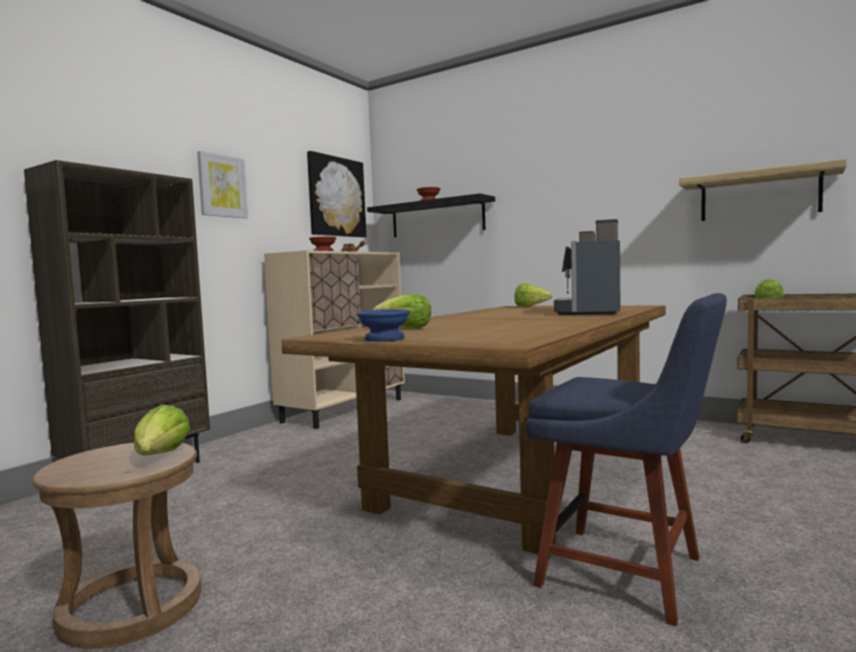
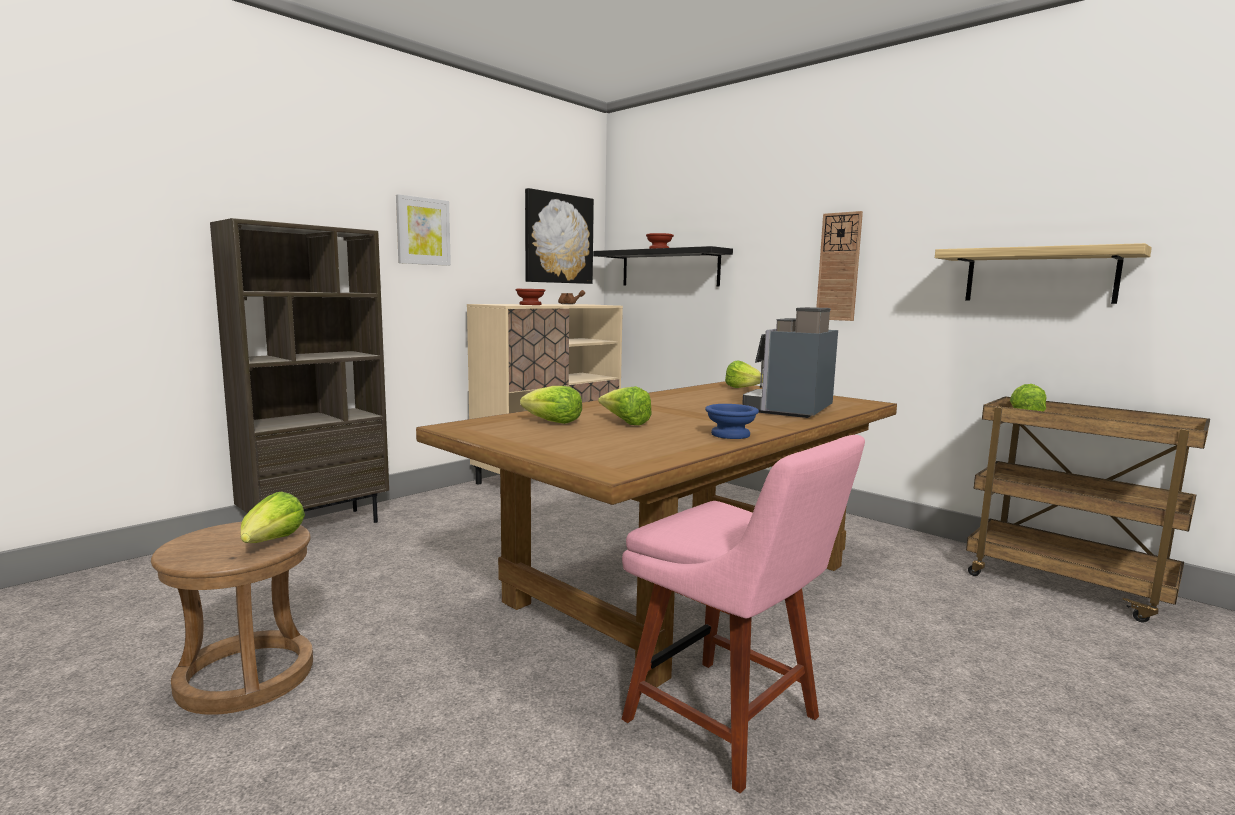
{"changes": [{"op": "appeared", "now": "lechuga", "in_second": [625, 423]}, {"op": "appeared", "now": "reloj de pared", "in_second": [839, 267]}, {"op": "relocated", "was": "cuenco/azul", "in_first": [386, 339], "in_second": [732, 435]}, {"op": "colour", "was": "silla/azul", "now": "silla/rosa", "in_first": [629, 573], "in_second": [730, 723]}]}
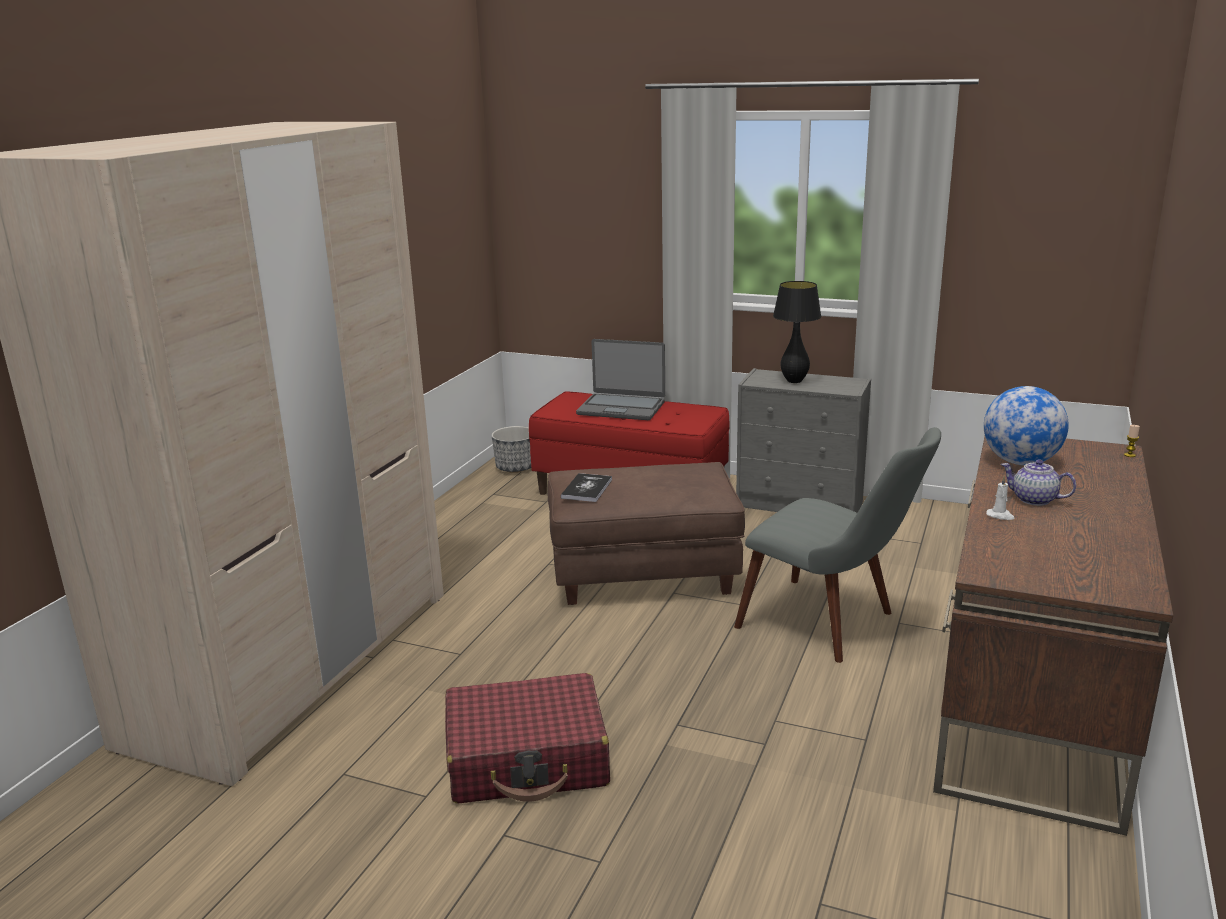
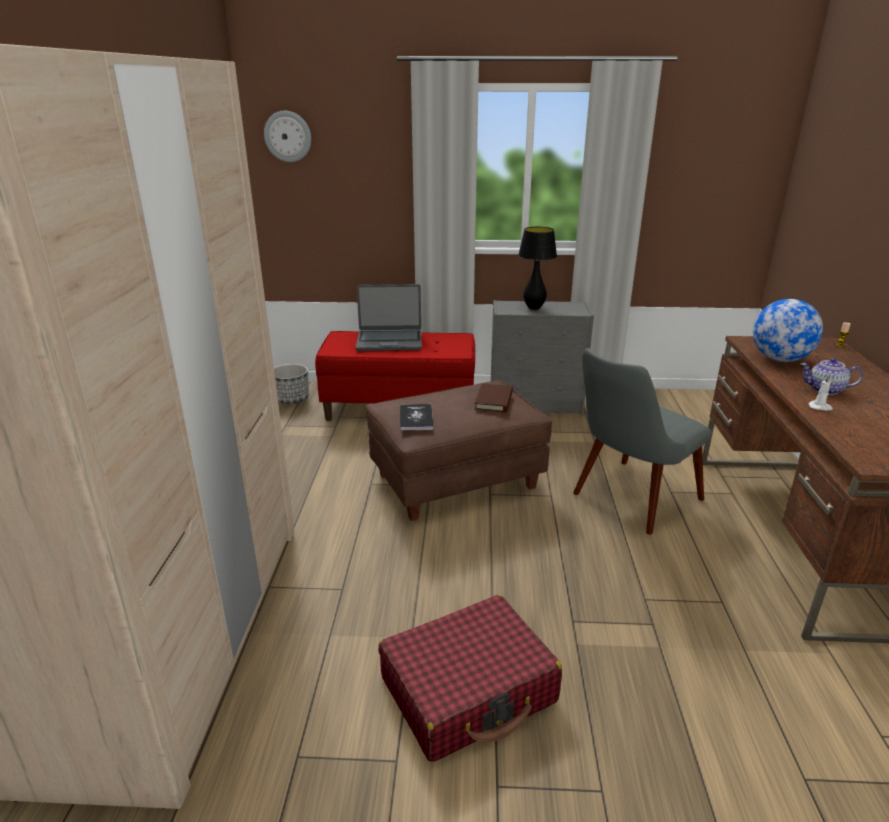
{"changes": [{"op": "appeared", "now": "reloj de pared", "in_second": [288, 136]}, {"op": "appeared", "now": "libro/marrón", "in_second": [494, 401]}, {"op": "spun", "was": "silla/gris", "in_first": [833, 625], "in_second": [627, 502], "clockwise": 120}]}
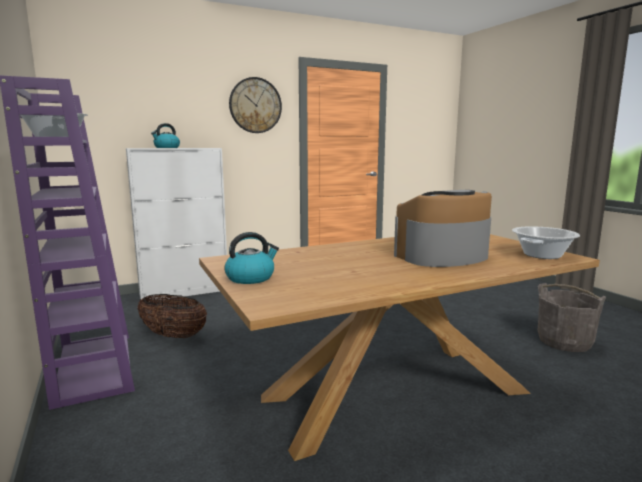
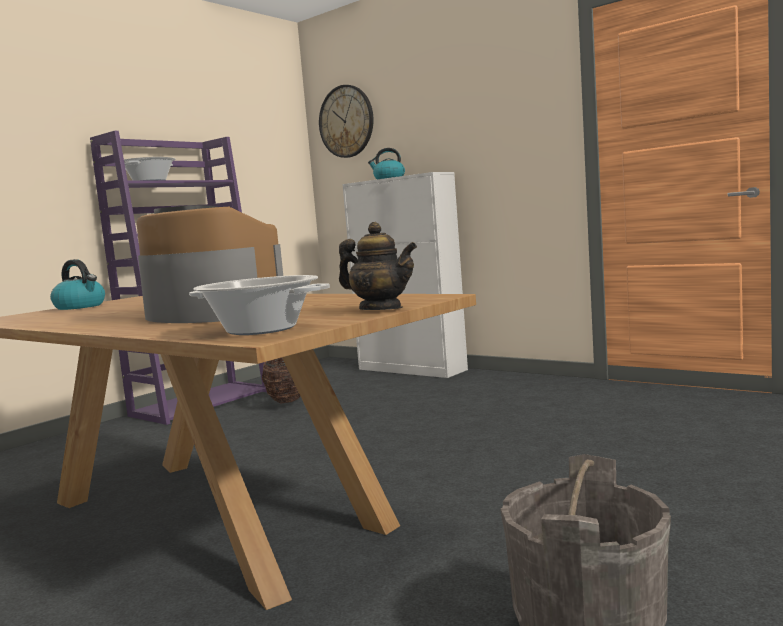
{"changes": [{"op": "appeared", "now": "tetera", "in_second": [381, 309]}, {"op": "relocated", "was": "reloj de pared", "in_first": [255, 105], "in_second": [346, 121]}]}
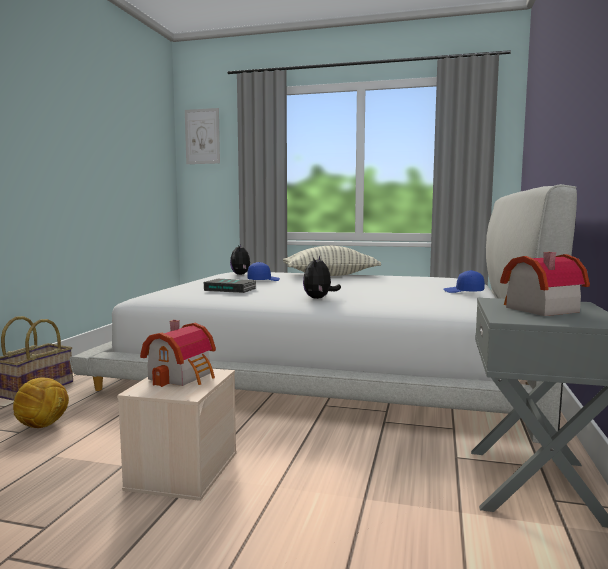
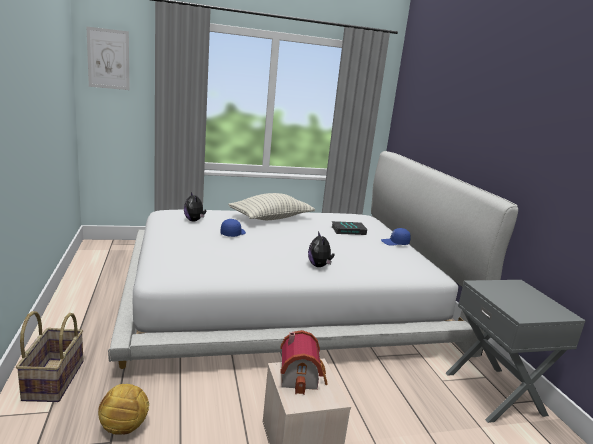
{"changes": [{"op": "missing", "was": "casita", "in_first": [537, 309]}, {"op": "relocated", "was": "libro", "in_first": [231, 289], "in_second": [348, 230]}]}
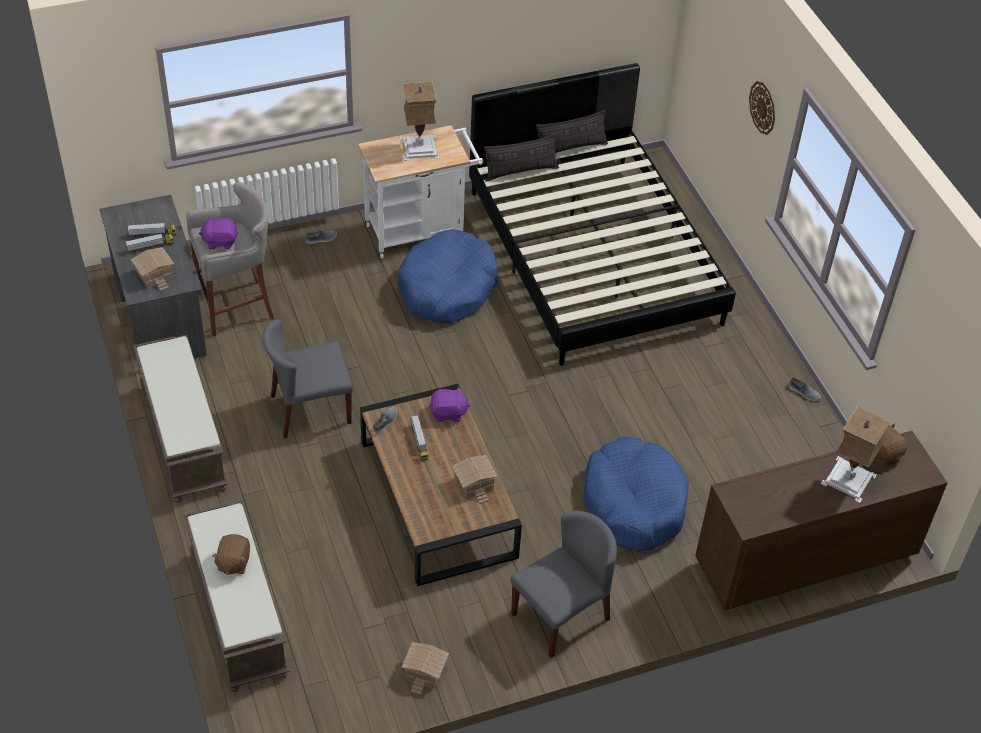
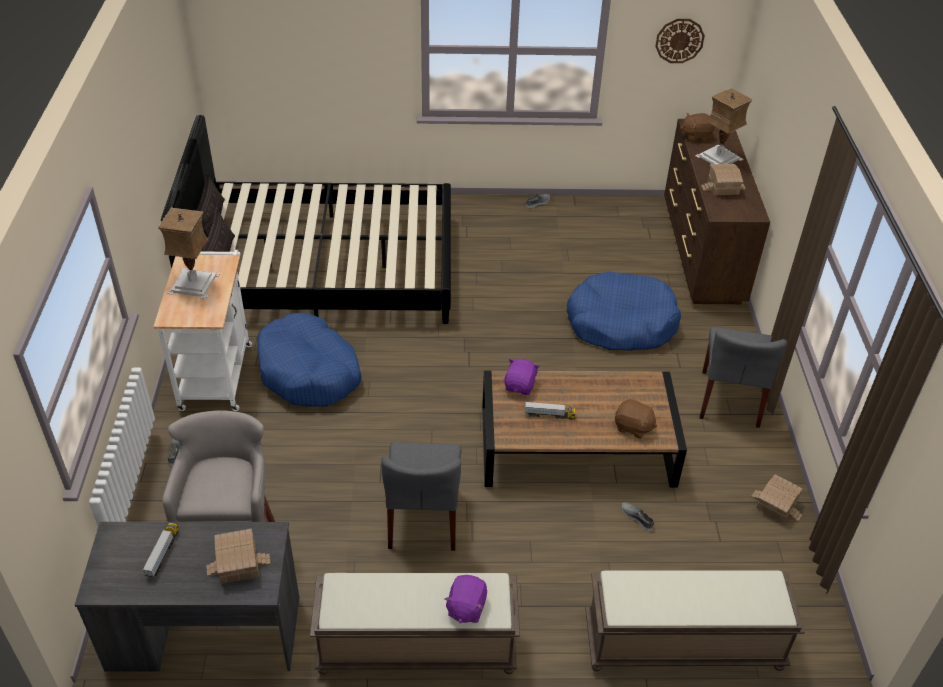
{"changes": [{"op": "missing", "was": "camión de juguete", "in_first": [150, 247]}, {"op": "relocated", "was": "peluche/morado", "in_first": [220, 241], "in_second": [466, 608]}, {"op": "relocated", "was": "peluche/marrón", "in_first": [233, 562], "in_second": [633, 427]}, {"op": "relocated", "was": "zapato/gris", "in_first": [385, 422], "in_second": [637, 517]}, {"op": "relocated", "was": "casita", "in_first": [473, 484], "in_second": [723, 188]}, {"op": "relocated", "was": "reloj de pared", "in_first": [763, 107], "in_second": [679, 40]}, {"op": "spun", "was": "silla/gris", "in_first": [561, 616], "in_second": [730, 399], "clockwise": -150}]}
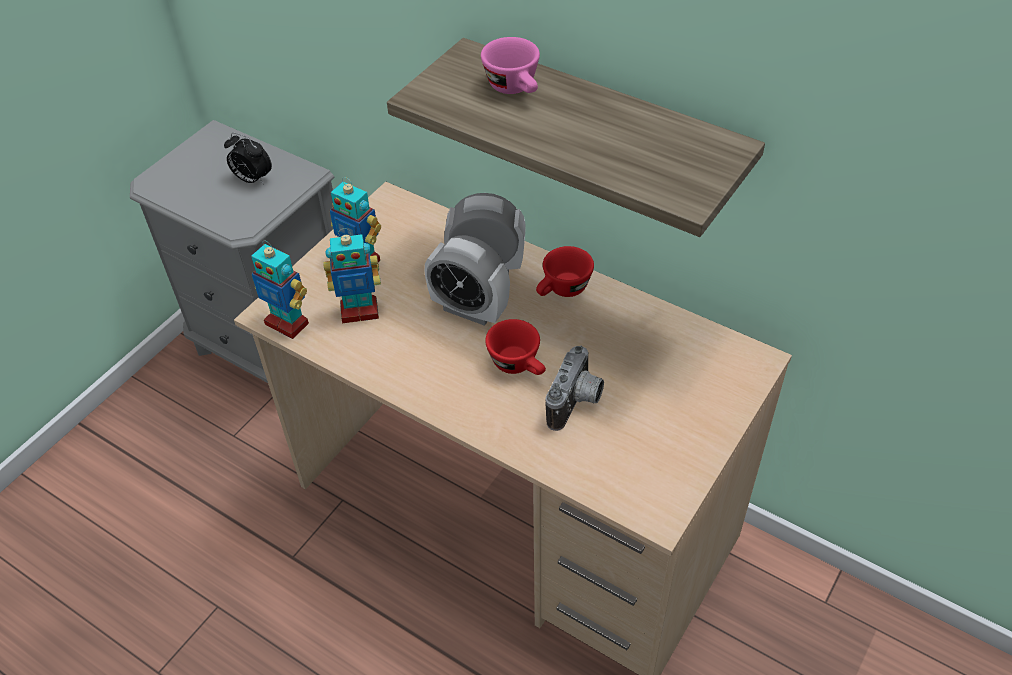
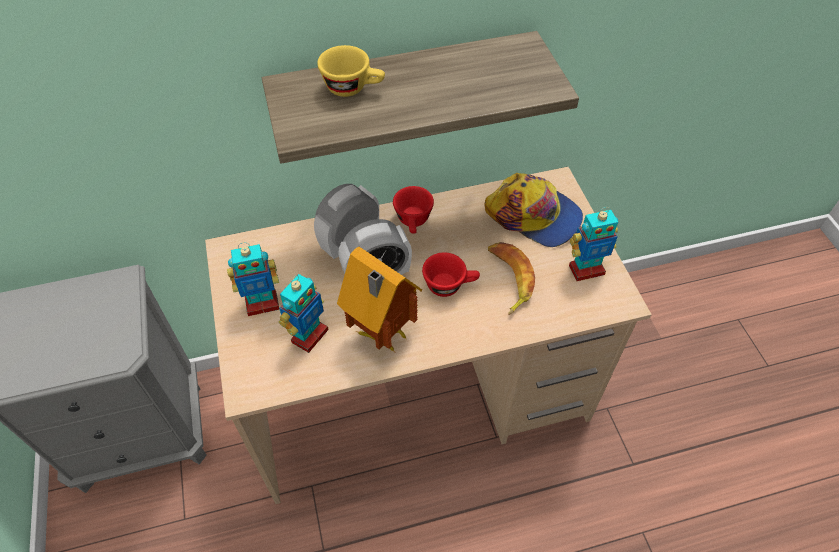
{"changes": [{"op": "missing", "was": "despertador", "in_first": [252, 179]}, {"op": "appeared", "now": "casita", "in_second": [381, 336]}, {"op": "appeared", "now": "gorra", "in_second": [534, 215]}, {"op": "relocated", "was": "robot de juguete", "in_first": [287, 323], "in_second": [586, 269]}, {"op": "exchanged", "was": "cámara", "now": "plátano", "in_first": [577, 403], "in_second": [508, 279]}, {"op": "colour", "was": "taza/rosa", "now": "taza/amarillo", "in_first": [516, 89], "in_second": [353, 88]}]}
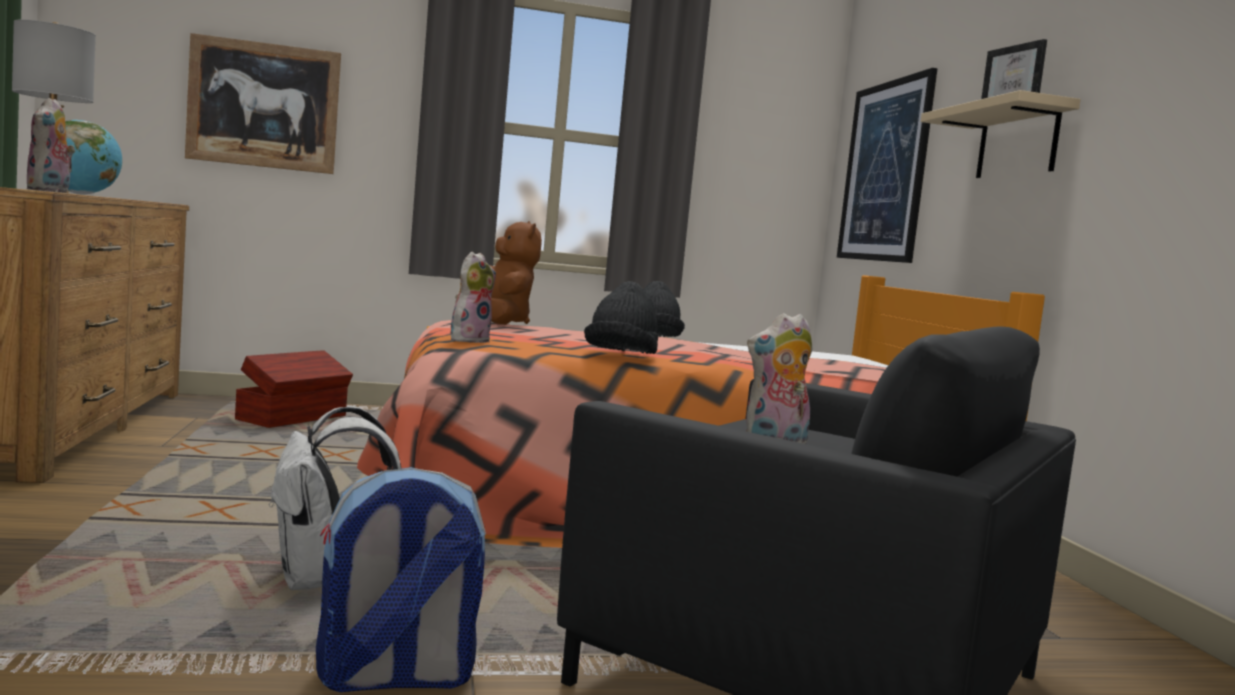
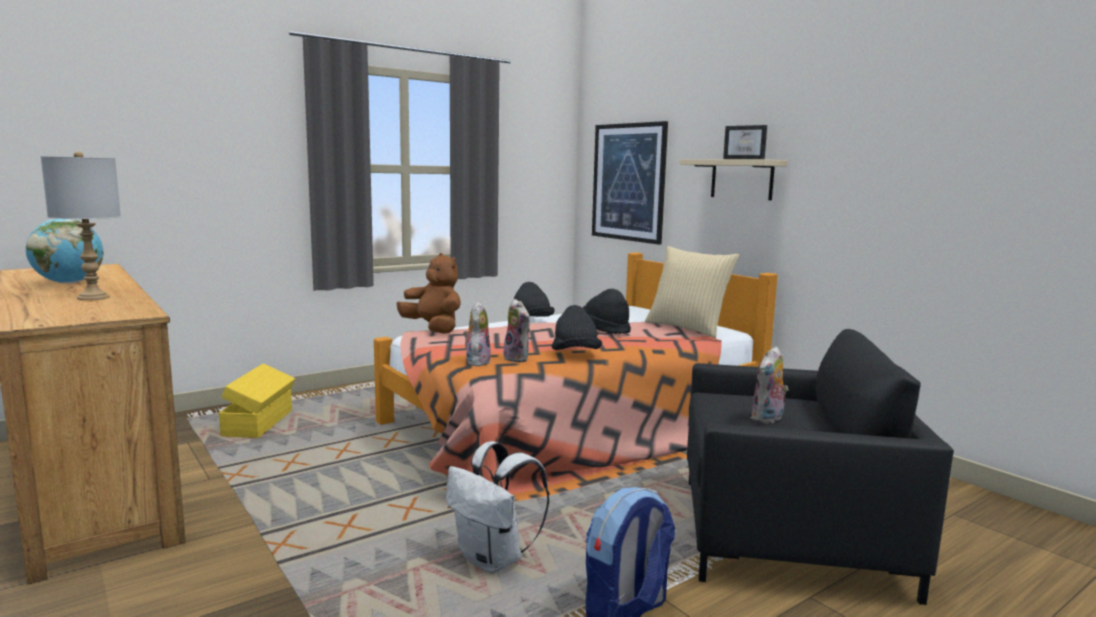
{"changes": [{"op": "missing", "was": "cuadro", "in_first": [264, 105]}, {"op": "appeared", "now": "sombrero/negro", "in_second": [605, 329]}, {"op": "appeared", "now": "cojín/beis", "in_second": [687, 328]}, {"op": "relocated", "was": "peluche", "in_first": [50, 191], "in_second": [518, 358]}, {"op": "colour", "was": "caja de almacenaje/marrón", "now": "caja de almacenaje/amarillo", "in_first": [294, 418], "in_second": [260, 423]}]}
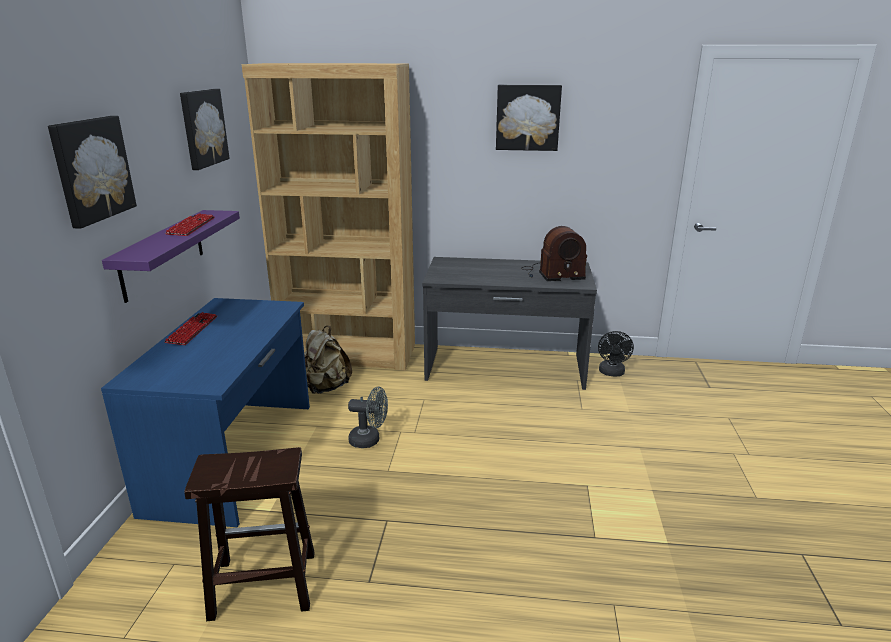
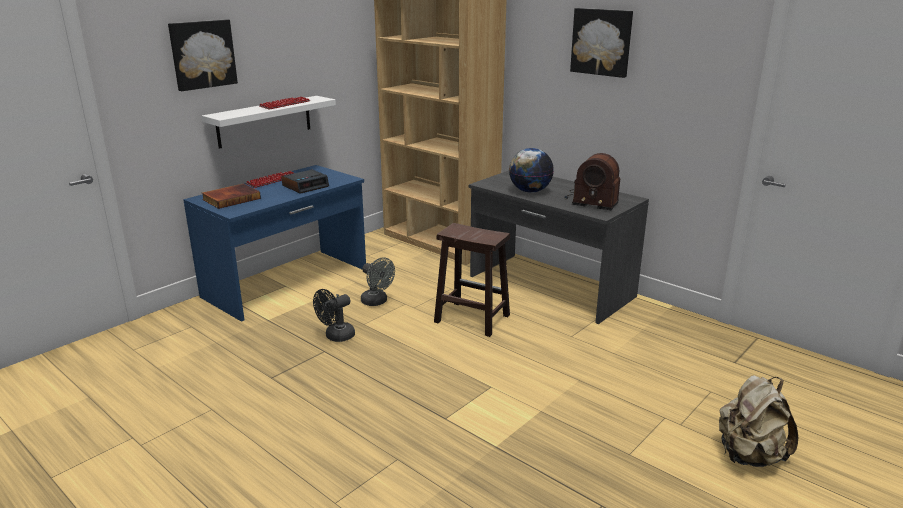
{"changes": [{"op": "missing", "was": "cuadro", "in_first": [202, 128]}, {"op": "appeared", "now": "libro", "in_second": [231, 198]}, {"op": "appeared", "now": "despertador", "in_second": [305, 186]}, {"op": "appeared", "now": "globo terráqueo", "in_second": [530, 191]}, {"op": "relocated", "was": "taburete/marrón", "in_first": [261, 585], "in_second": [471, 318]}, {"op": "relocated", "was": "mochila/beis", "in_first": [325, 388], "in_second": [749, 456]}, {"op": "relocated", "was": "ventilador/negro", "in_first": [612, 373], "in_second": [336, 337]}, {"op": "colour", "was": "estante/morado", "now": "estante/blanco", "in_first": [163, 254], "in_second": [264, 121]}]}
